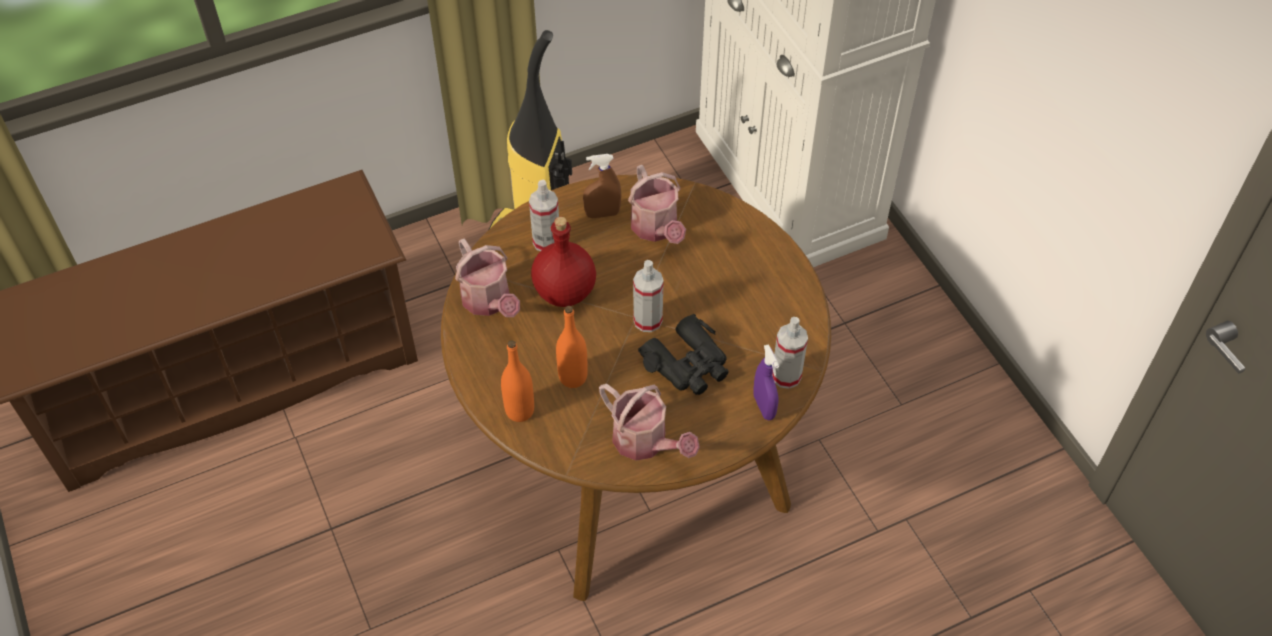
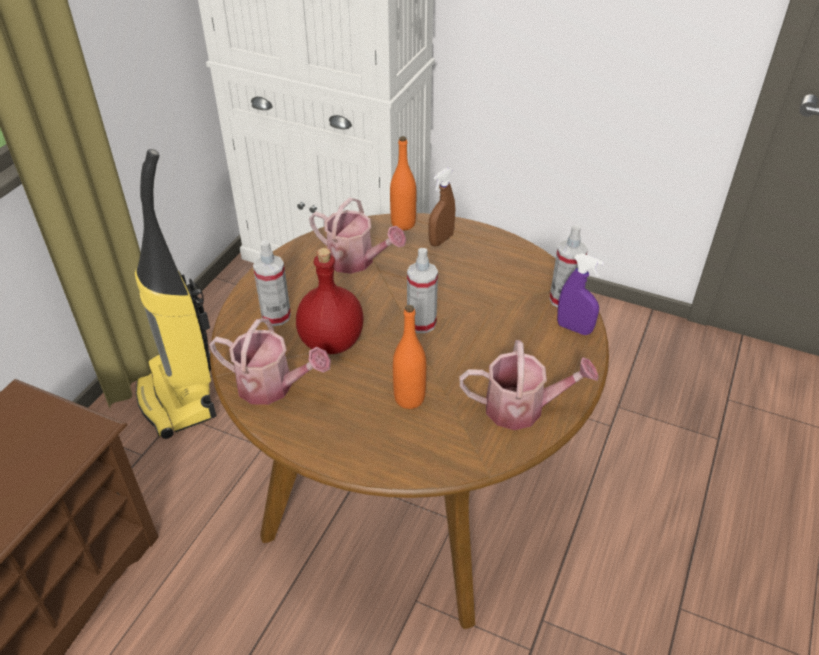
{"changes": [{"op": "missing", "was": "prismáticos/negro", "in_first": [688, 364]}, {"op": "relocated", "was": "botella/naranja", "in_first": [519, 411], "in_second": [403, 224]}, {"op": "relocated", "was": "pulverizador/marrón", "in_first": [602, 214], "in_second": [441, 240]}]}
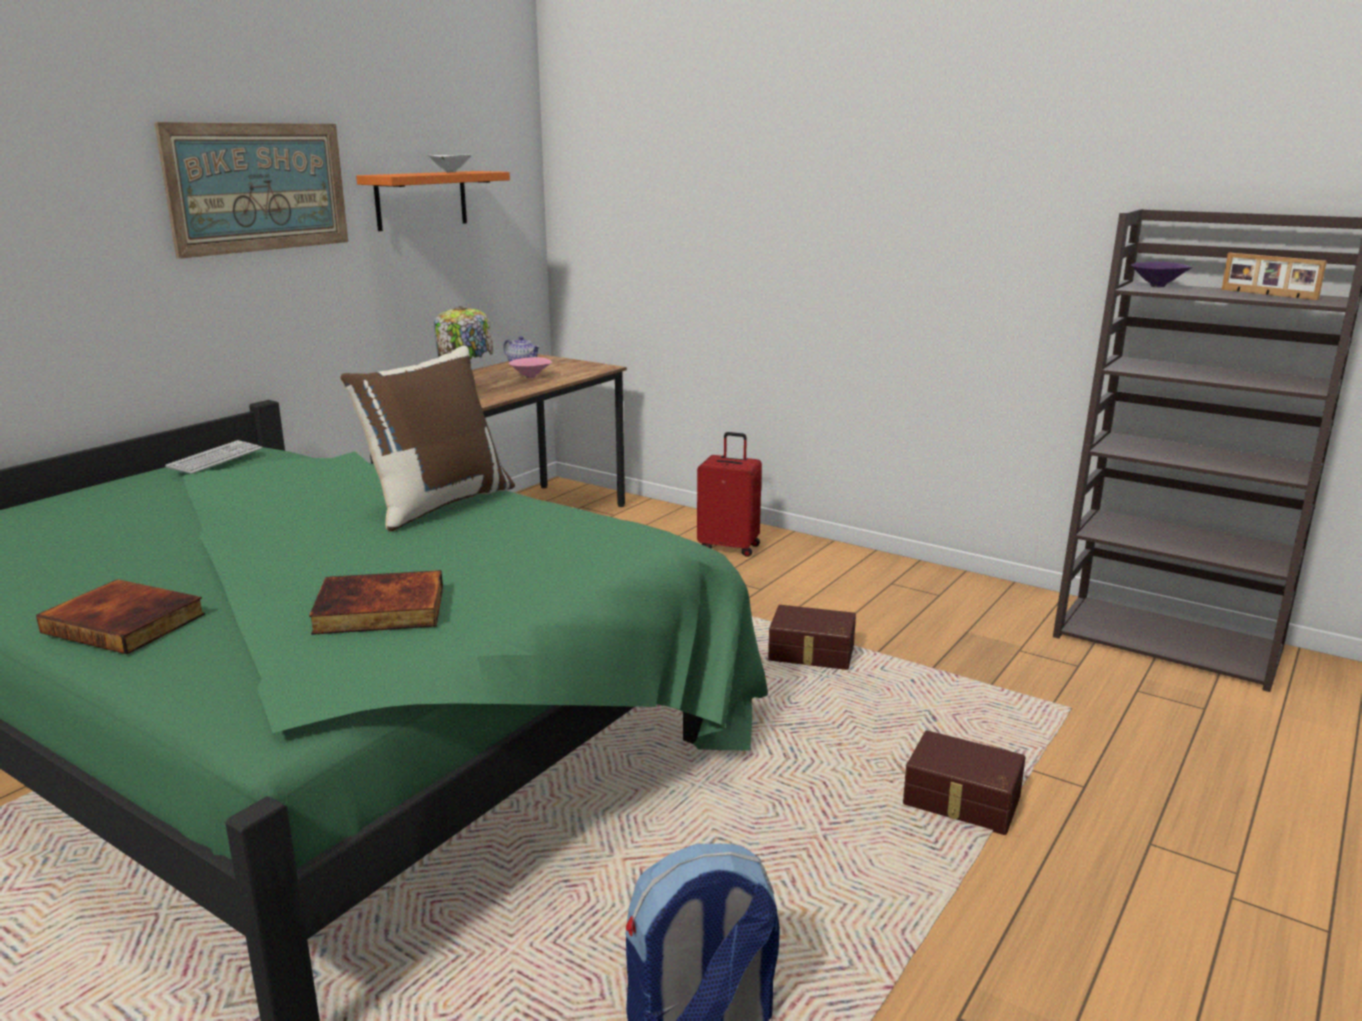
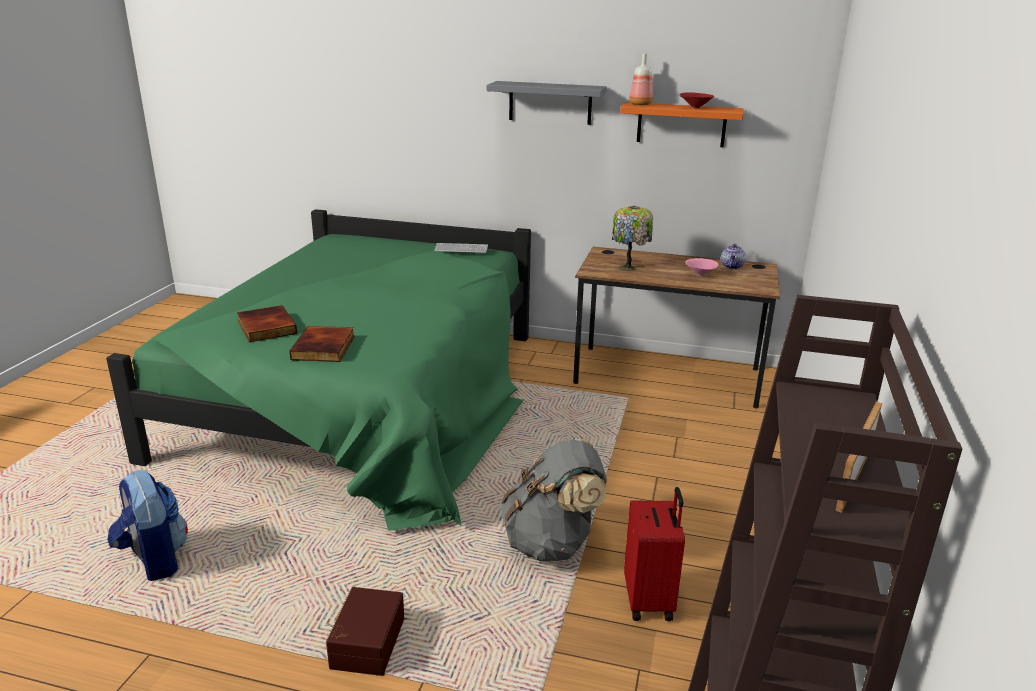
{"changes": [{"op": "missing", "was": "cojín/marrón", "in_first": [437, 504]}, {"op": "missing", "was": "cuenco/morado", "in_first": [1159, 286]}, {"op": "appeared", "now": "botella", "in_second": [640, 104]}, {"op": "relocated", "was": "libro", "in_first": [127, 622], "in_second": [325, 348]}, {"op": "relocated", "was": "maleta/rojo", "in_first": [729, 547], "in_second": [650, 600]}, {"op": "exchanged", "was": "cuadro", "now": "estante/gris", "in_first": [258, 187], "in_second": [550, 103]}, {"op": "exchanged", "was": "caja de almacenaje/marrón", "now": "mochila/gris", "in_first": [811, 654], "in_second": [552, 543]}, {"op": "colour", "was": "cuenco/blanco", "now": "cuenco/rojo", "in_first": [450, 172], "in_second": [694, 108]}]}
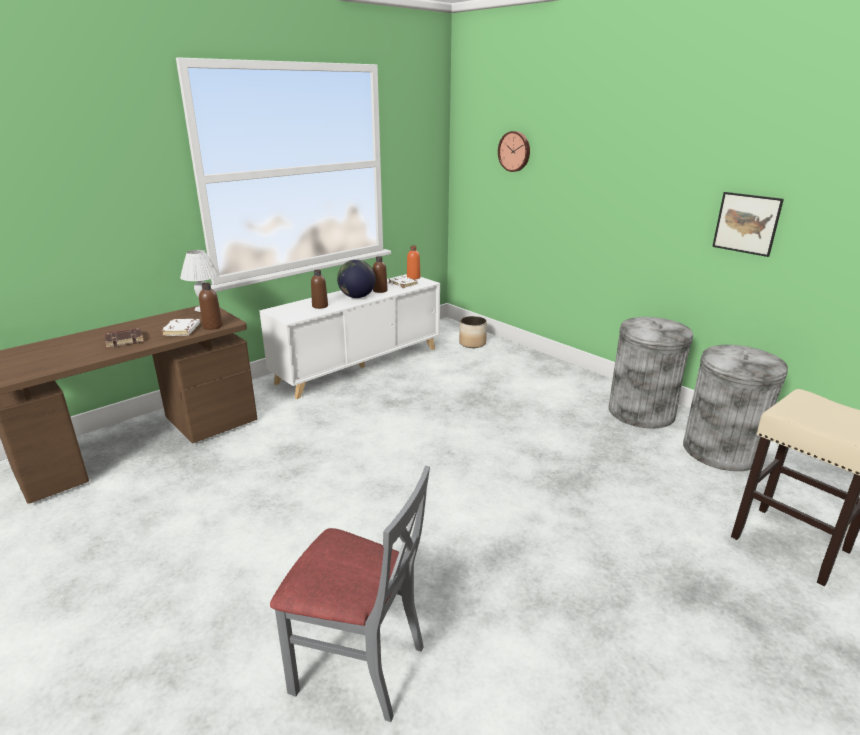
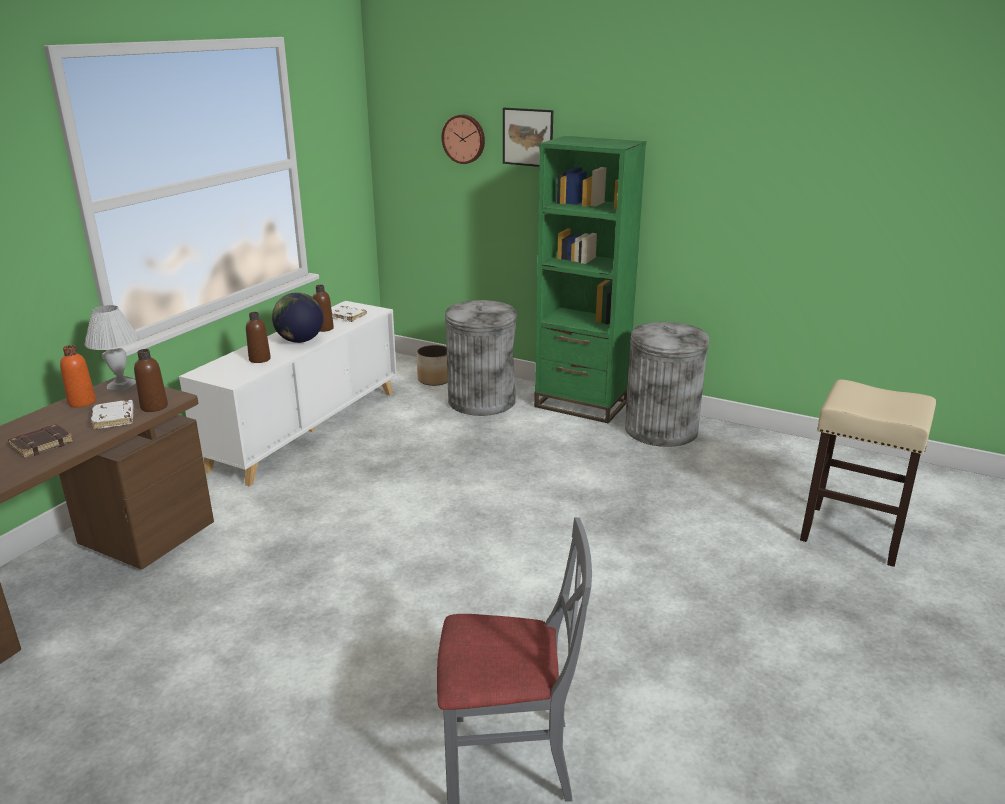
{"changes": [{"op": "appeared", "now": "estantería/verde", "in_second": [581, 404]}, {"op": "relocated", "was": "botella/naranja", "in_first": [413, 277], "in_second": [82, 402]}, {"op": "relocated", "was": "papelera/gris", "in_first": [721, 451], "in_second": [482, 401]}, {"op": "relocated", "was": "cuadro", "in_first": [746, 223], "in_second": [528, 137]}]}
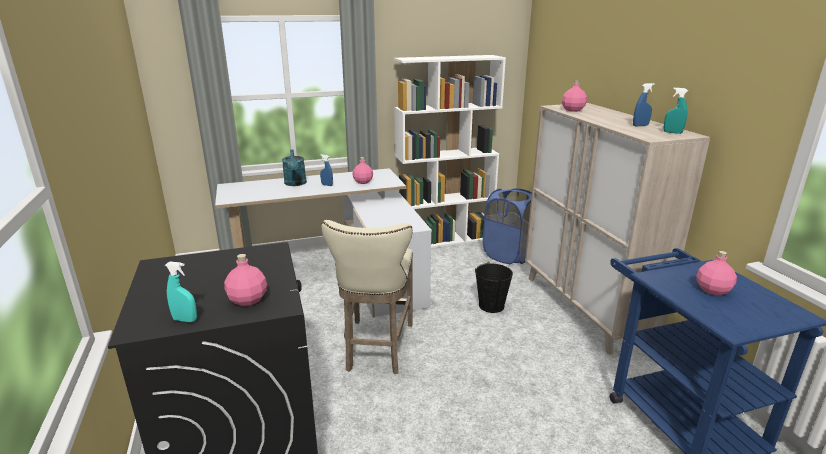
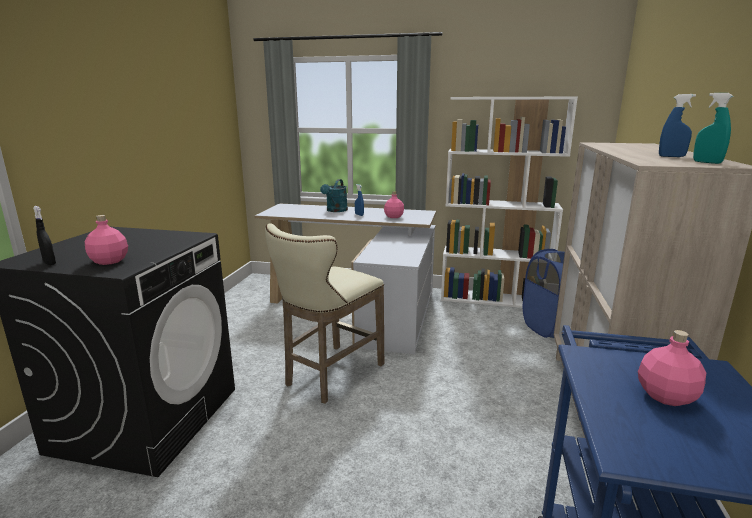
{"changes": [{"op": "missing", "was": "cubo/negro", "in_first": [491, 306]}, {"op": "missing", "was": "botella/rosa", "in_first": [573, 110]}, {"op": "colour", "was": "pulverizador/turquesa", "now": "pulverizador/negro", "in_first": [185, 320], "in_second": [49, 263]}]}
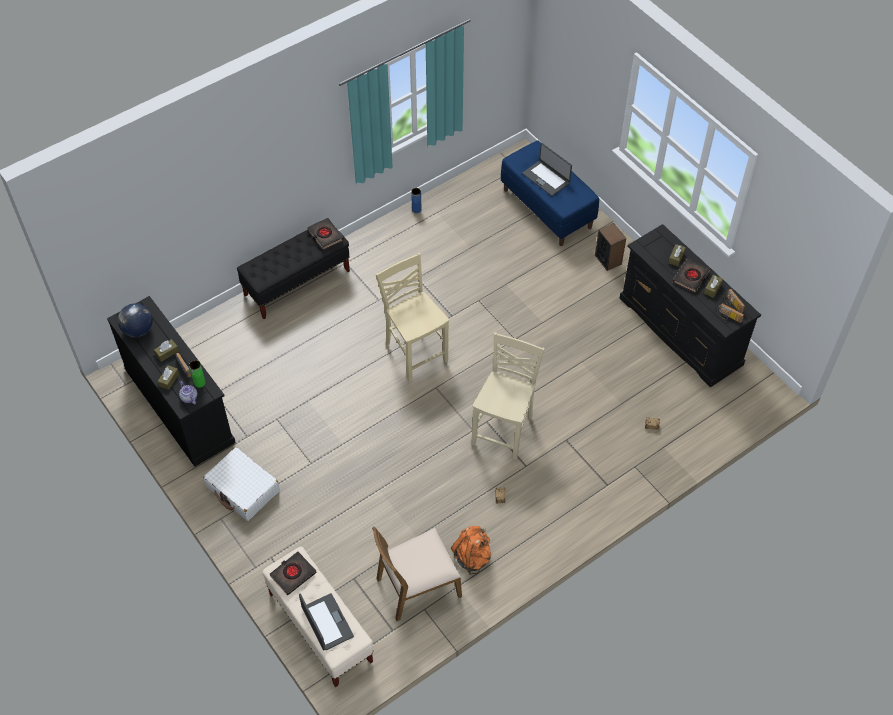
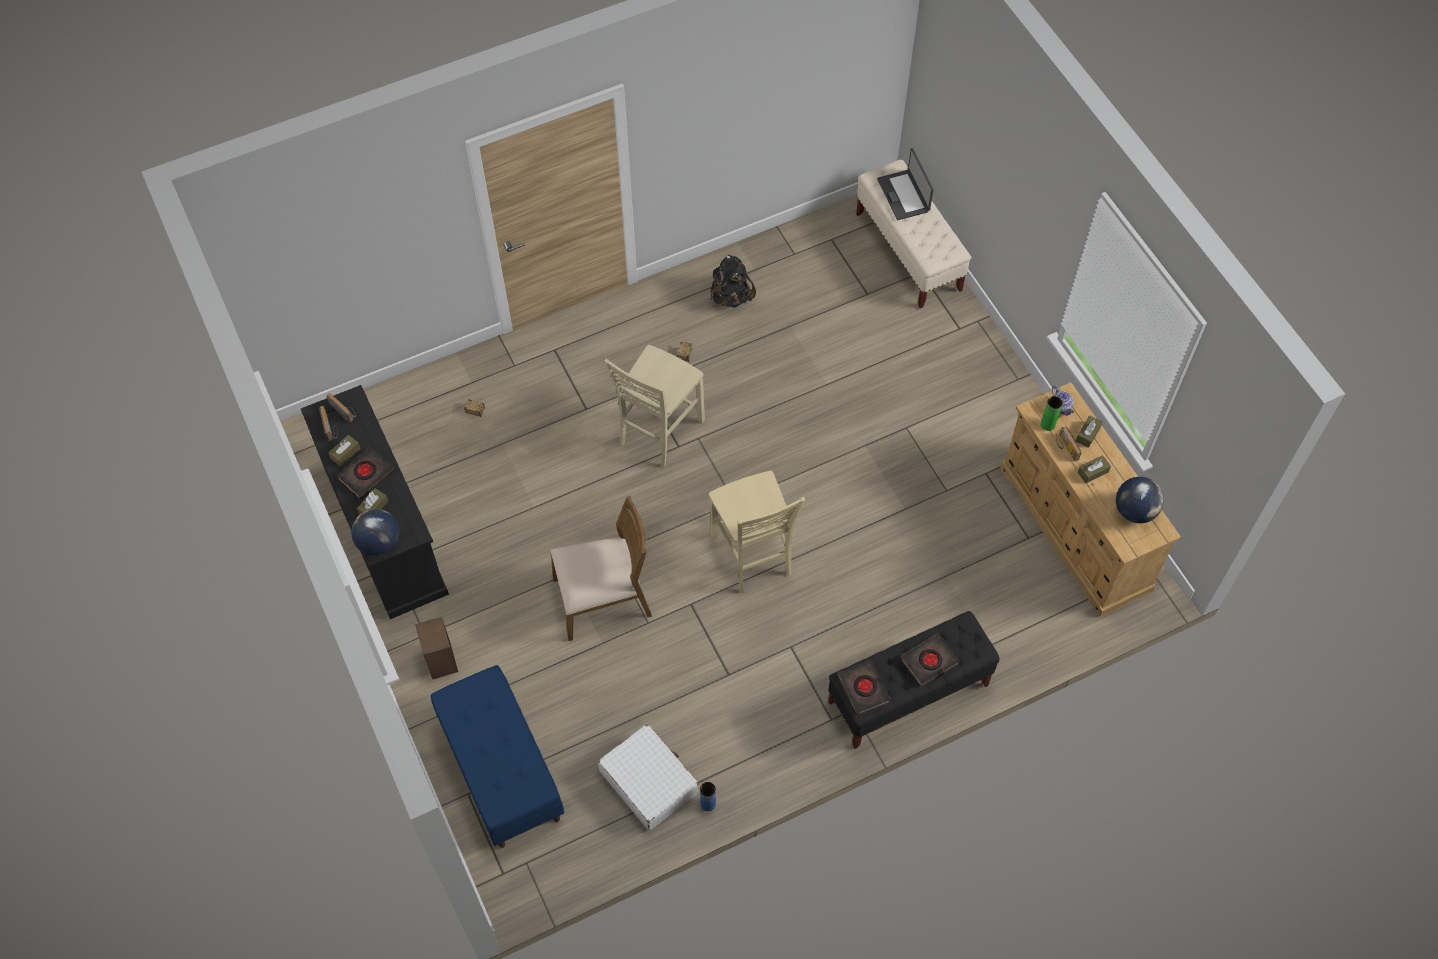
{"changes": [{"op": "missing", "was": "portátil", "in_first": [546, 178]}, {"op": "appeared", "now": "globo terráqueo", "in_second": [379, 543]}, {"op": "relocated", "was": "maleta/blanco", "in_first": [243, 489], "in_second": [648, 781]}, {"op": "relocated", "was": "libro/negro", "in_first": [293, 574], "in_second": [929, 662]}, {"op": "relocated", "was": "silla/marrón", "in_first": [417, 586], "in_second": [603, 599]}, {"op": "colour", "was": "cómoda/negro", "now": "cómoda/beis", "in_first": [178, 405], "in_second": [1075, 529]}, {"op": "colour", "was": "mochila/naranja", "now": "mochila/negro", "in_first": [472, 557], "in_second": [731, 296]}]}
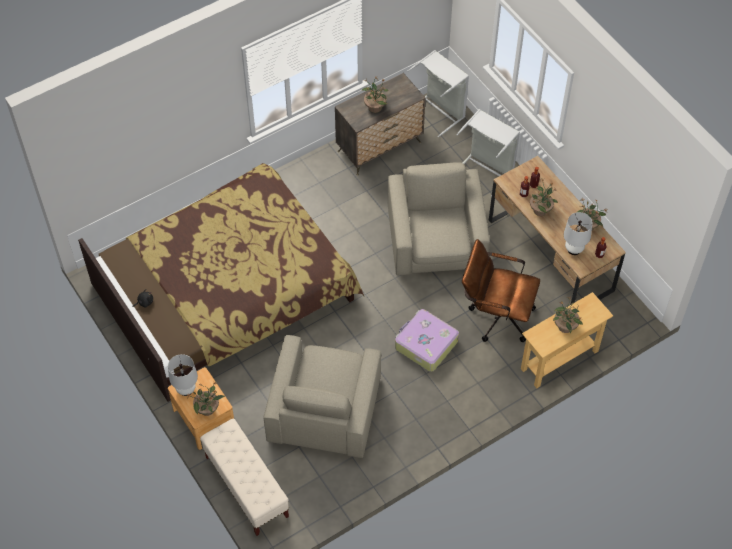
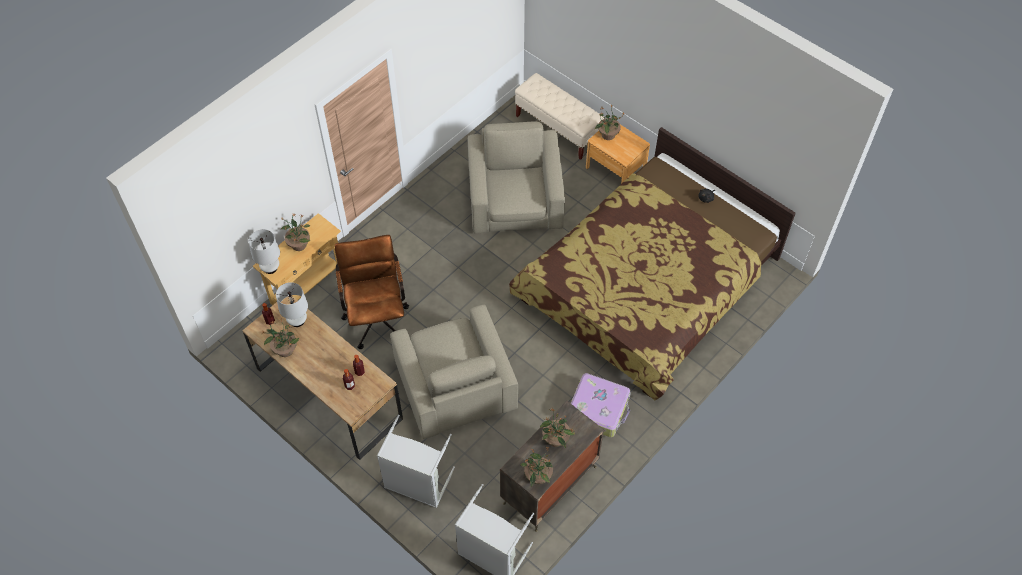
{"changes": [{"op": "relocated", "was": "lámpara de mesa/blanco", "in_first": [186, 389], "in_second": [270, 268]}, {"op": "relocated", "was": "maleta", "in_first": [425, 344], "in_second": [598, 409]}, {"op": "relocated", "was": "planta en maceta", "in_first": [540, 210], "in_second": [537, 477]}, {"op": "spun", "was": "silla de oficina/marrón", "in_first": [496, 315], "in_second": [376, 316], "clockwise": -105}]}
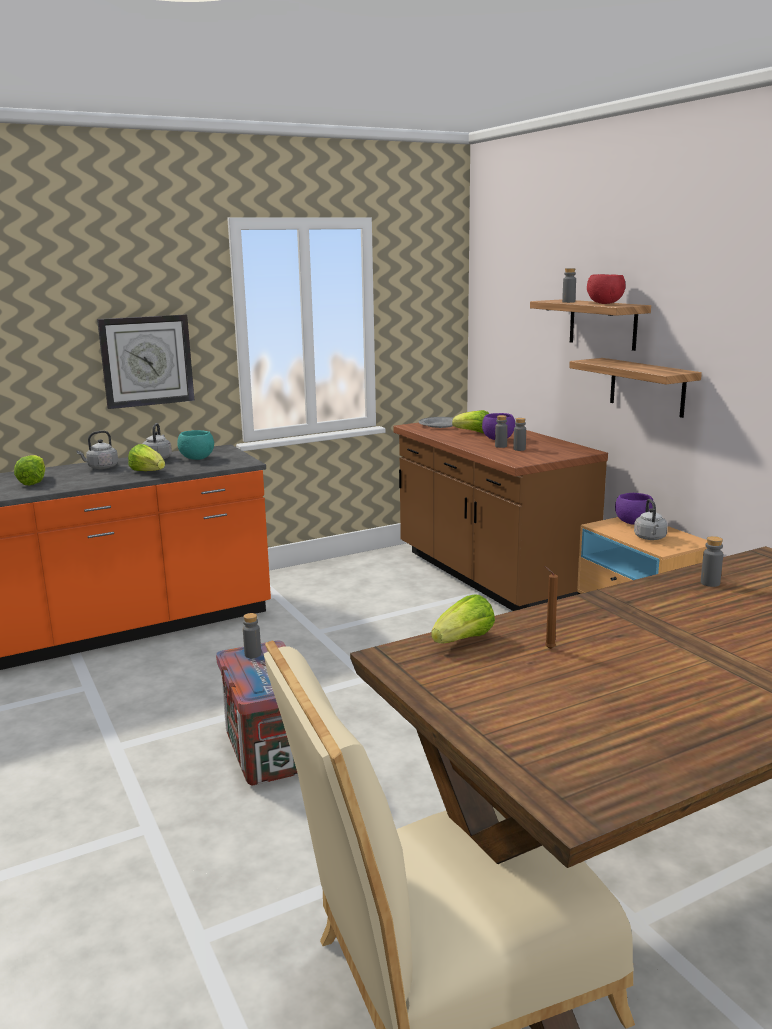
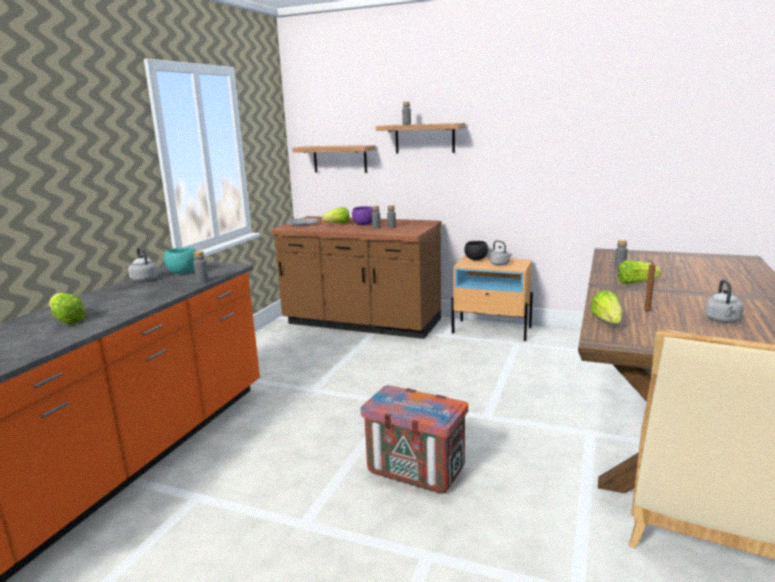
{"changes": [{"op": "missing", "was": "reloj de pared", "in_first": [146, 361]}, {"op": "missing", "was": "cuenco/rojo", "in_first": [605, 303]}, {"op": "relocated", "was": "hervidor/gris", "in_first": [101, 467], "in_second": [722, 320]}, {"op": "relocated", "was": "lechuga", "in_first": [148, 472], "in_second": [635, 283]}, {"op": "relocated", "was": "botella/gris", "in_first": [253, 654], "in_second": [202, 281]}, {"op": "relocated", "was": "estante", "in_first": [647, 387], "in_second": [340, 159]}, {"op": "colour", "was": "cuenco/morado", "now": "cuenco/negro", "in_first": [633, 523], "in_second": [476, 259]}]}
